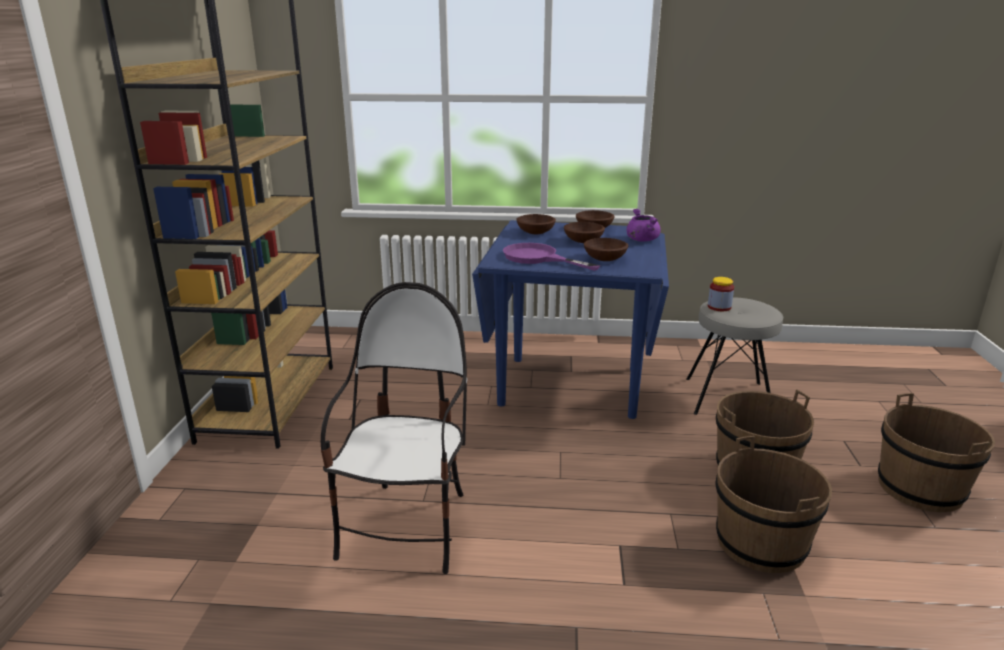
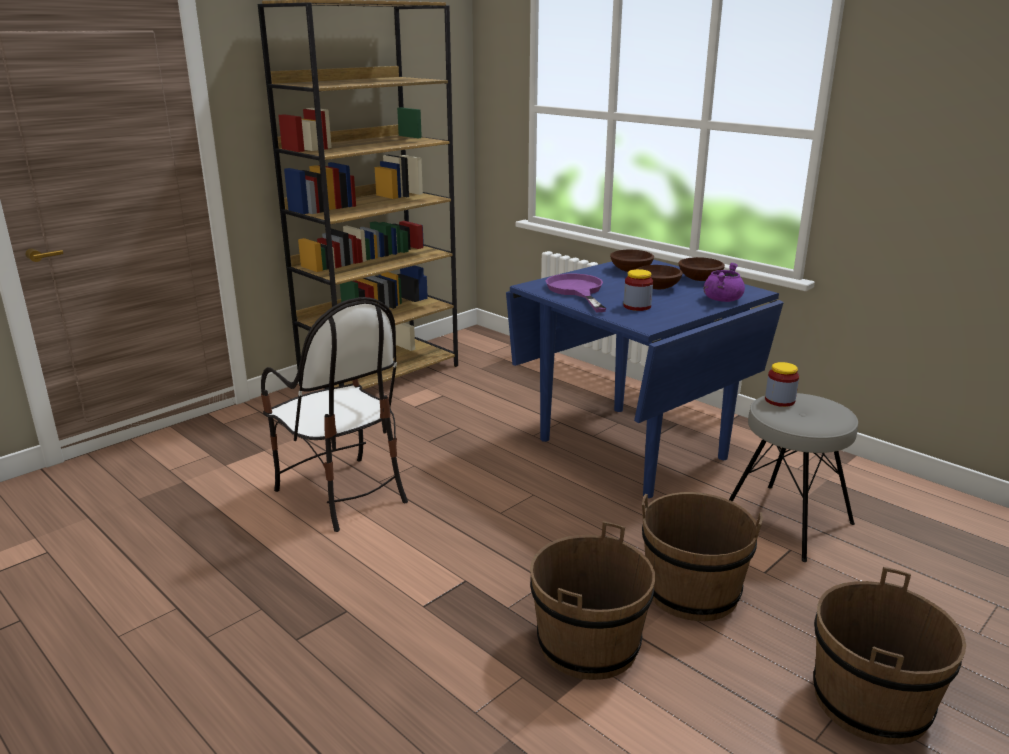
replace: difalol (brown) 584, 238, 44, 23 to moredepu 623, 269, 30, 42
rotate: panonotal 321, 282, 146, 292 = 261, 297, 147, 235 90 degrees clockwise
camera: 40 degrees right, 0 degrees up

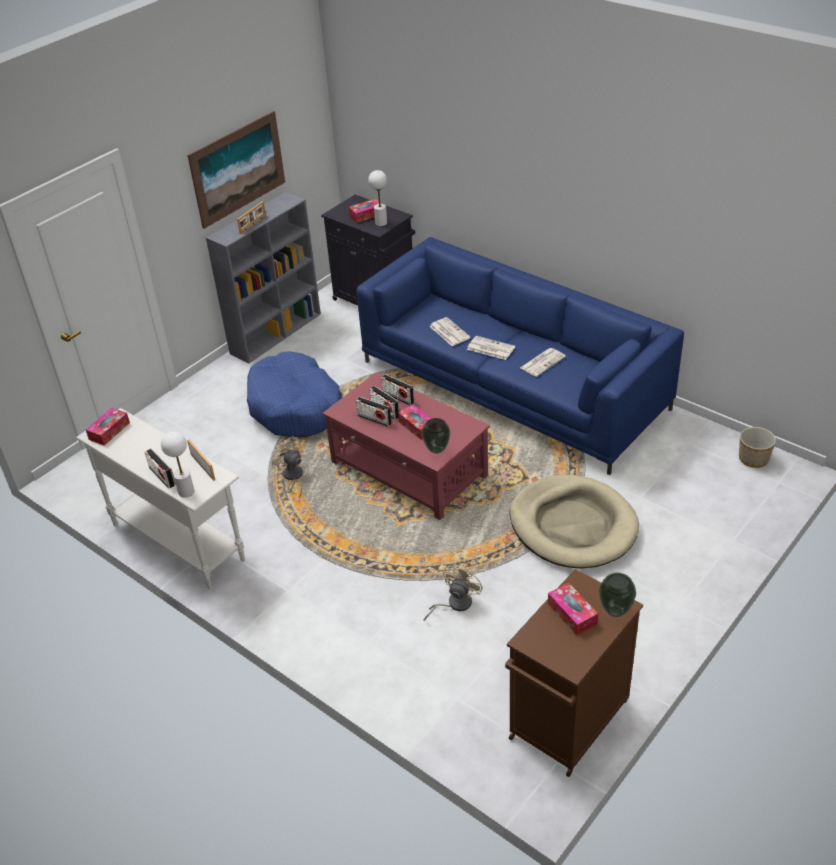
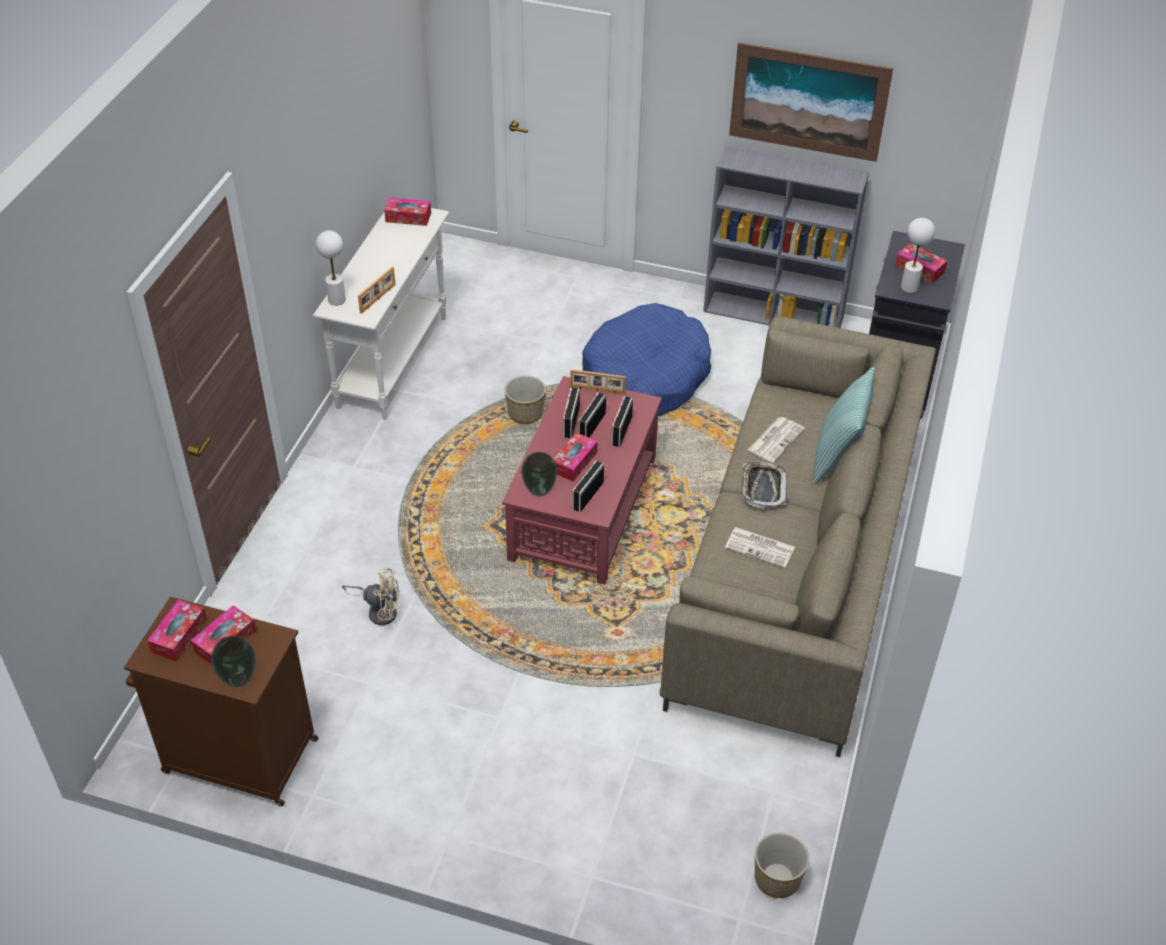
delete: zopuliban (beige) 509, 474, 130, 95
insert: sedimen 147, 599, 60, 63; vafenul 813, 367, 62, 118
move: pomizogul 145, 448, 31, 41 to 572, 460, 32, 52; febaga 237, 201, 29, 33 to 570, 369, 56, 25
replace: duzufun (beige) 271, 436, 32, 62 to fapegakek 505, 375, 41, 49; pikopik 467, 336, 48, 24 to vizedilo 741, 461, 46, 48
recolor: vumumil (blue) 356, 237, 328, 238 to vumumil (beige) 660, 316, 276, 441
camera: 65 degrees right, 5 degrees up

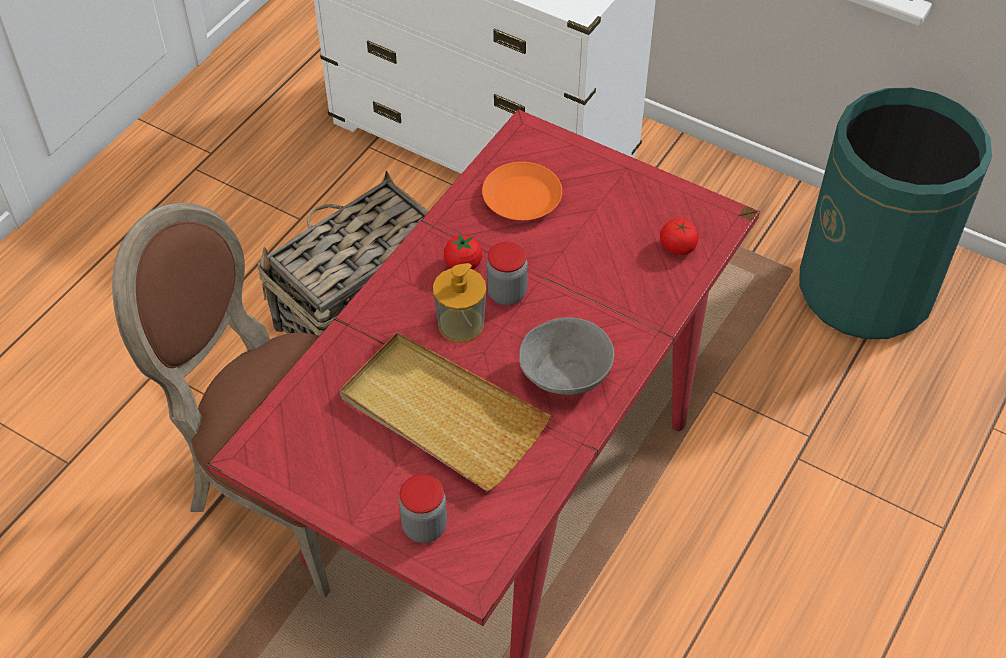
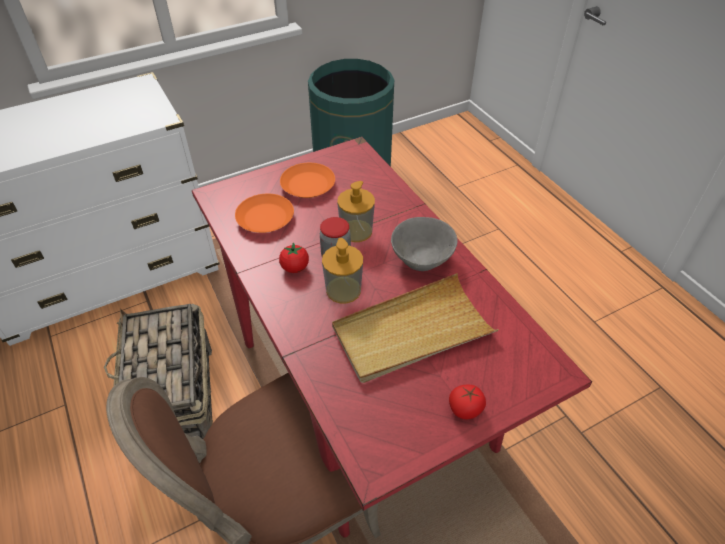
delete: moredepu 399, 474, 48, 69
insert: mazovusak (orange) 280, 163, 55, 35; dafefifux 337, 181, 38, 61
move: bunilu 660, 218, 39, 37 to 449, 385, 37, 34
camera: 60 degrees left, 5 degrees down

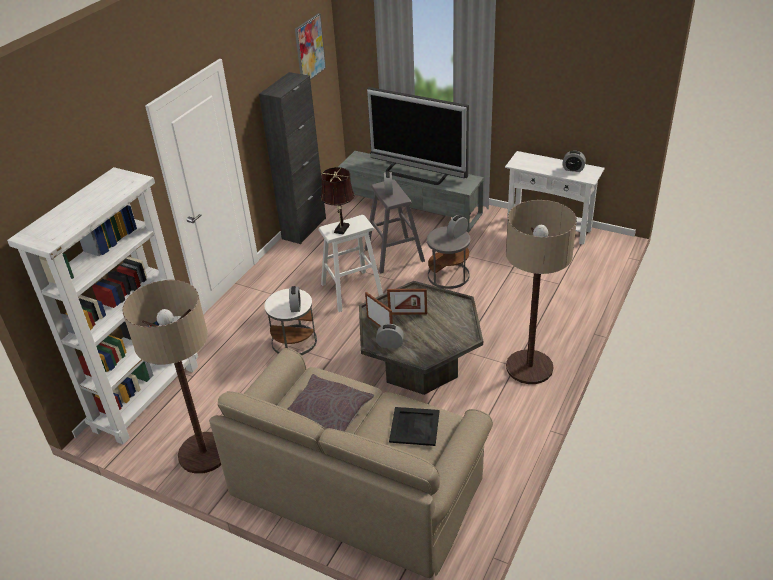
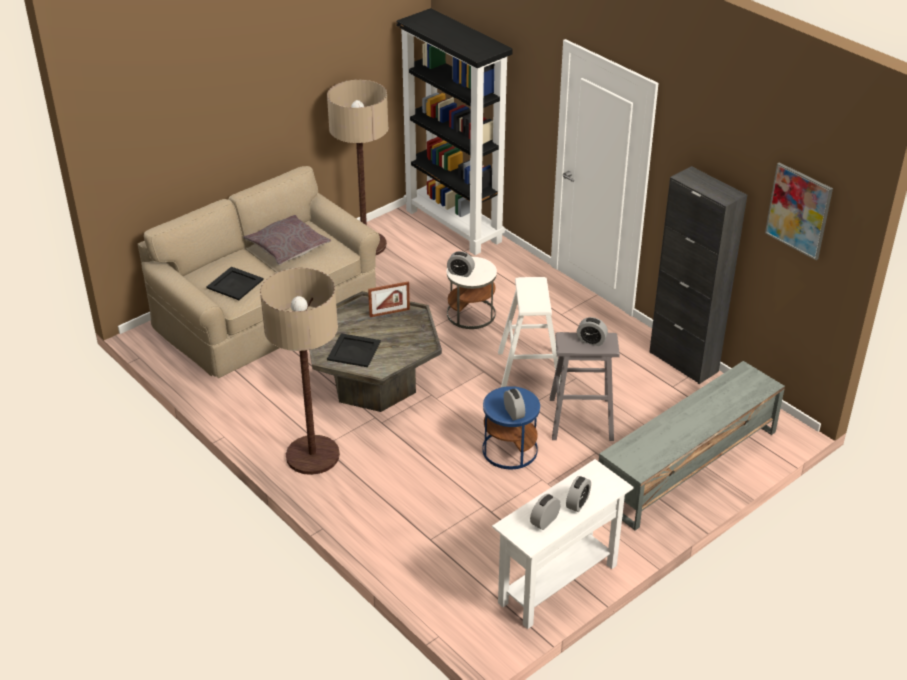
delete: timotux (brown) 321, 167, 34, 67; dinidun 367, 87, 102, 98; febaga 387, 289, 40, 26
insert: vizedilo (black) 327, 333, 54, 34
move: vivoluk 376, 324, 28, 24 to 566, 476, 25, 36
recolor: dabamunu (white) 7, 167, 191, 277 to dabamunu (black) 396, 8, 117, 247; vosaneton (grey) 427, 226, 43, 63 to vosaneton (blue) 482, 386, 58, 83
camera: 110 degrees right, 0 degrees up

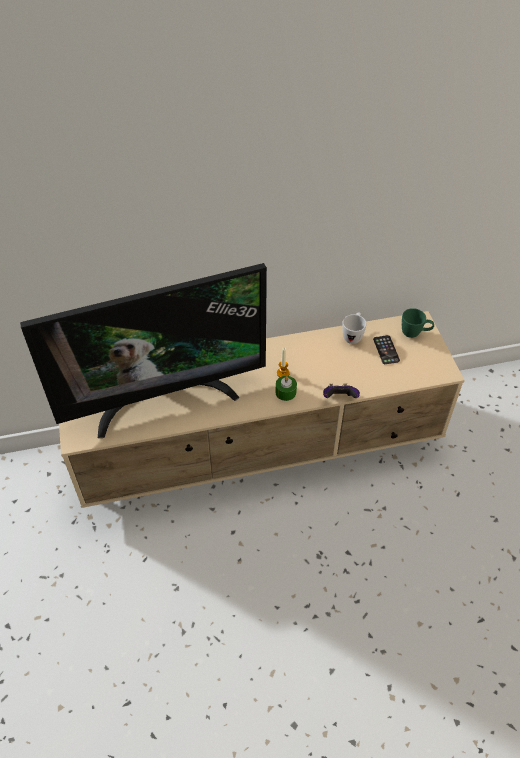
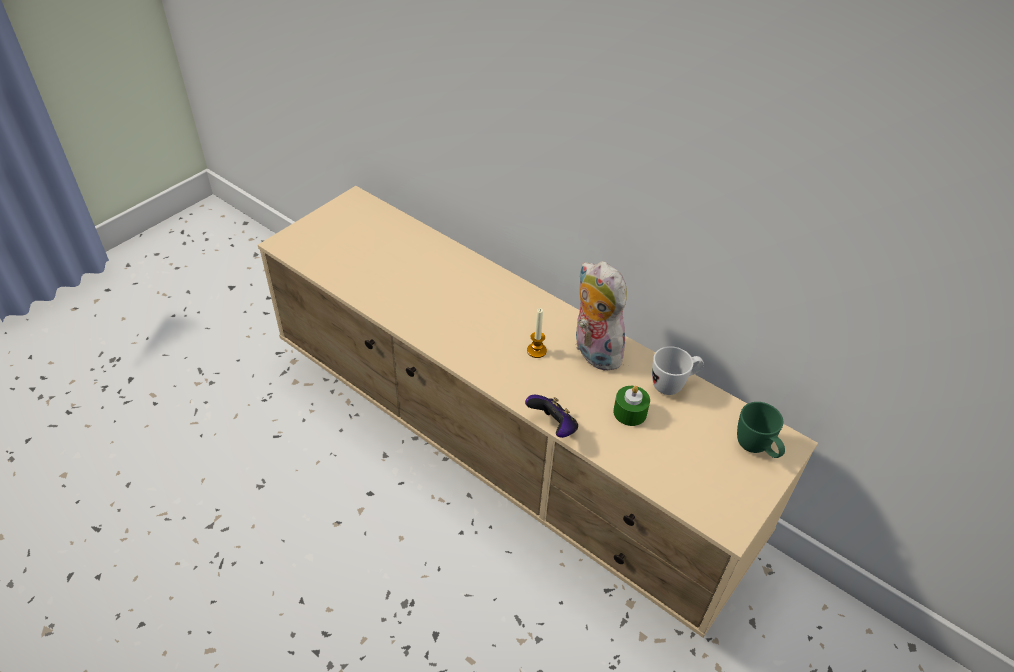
delete: dinidun 20, 263, 247, 175; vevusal 373, 335, 27, 29
insert: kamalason 576, 261, 52, 110
move: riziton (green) 276, 376, 21, 25 to 613, 386, 37, 40
camera: 50 degrees right, 5 degrees down

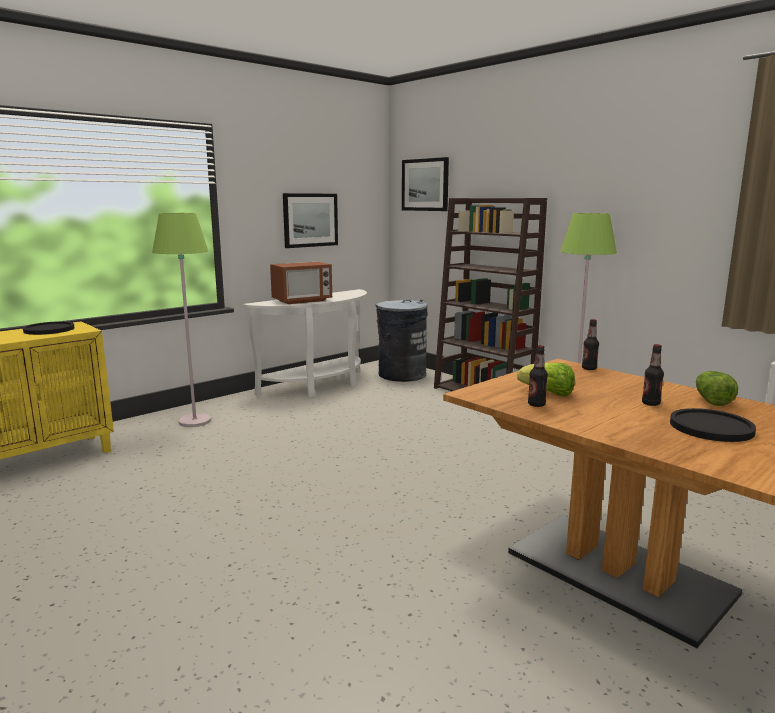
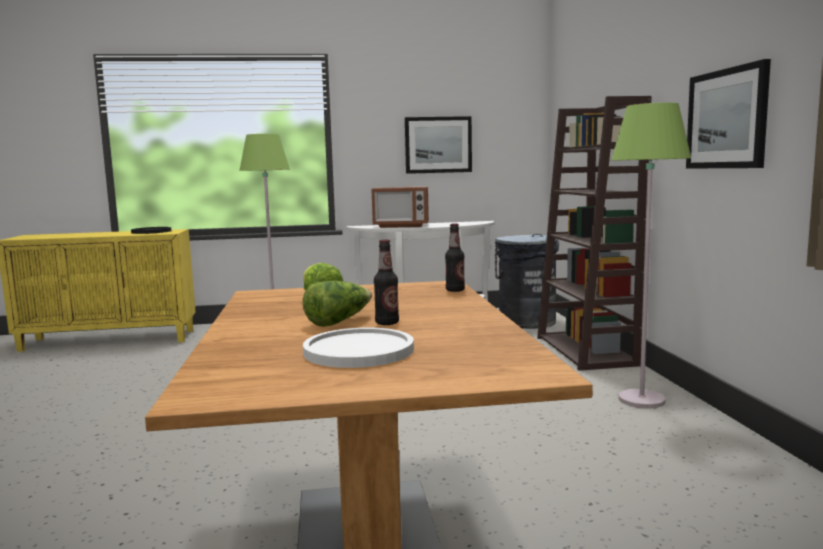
delete: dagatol 528, 345, 20, 62
move: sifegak 402, 157, 47, 54 to 686, 59, 85, 110; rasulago 696, 371, 42, 35 to 303, 281, 69, 46
recolor: mazovusak (black) 670, 408, 86, 34 to mazovusak (white) 303, 327, 111, 41
camera: 35 degrees right, 5 degrees down

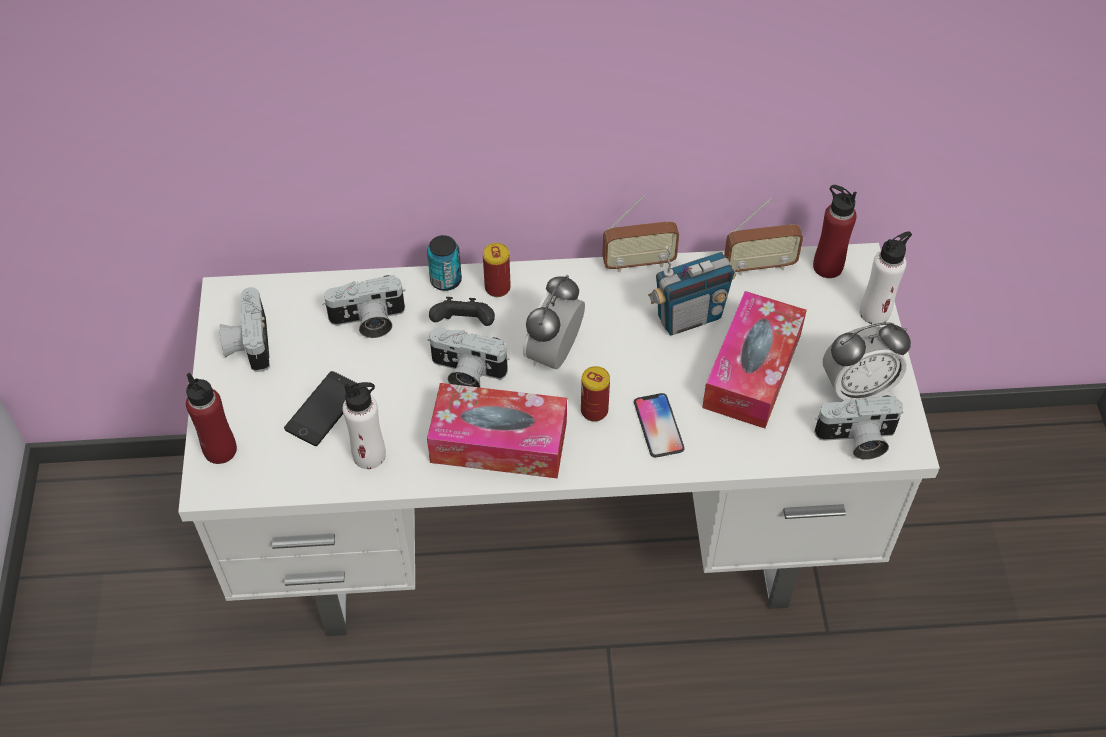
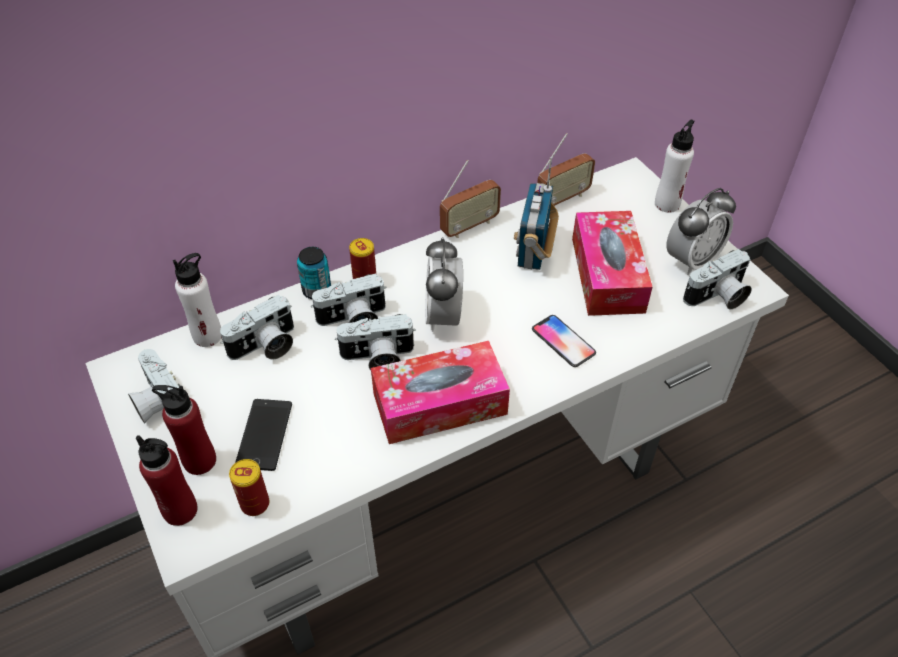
move: dagatol (white) 343, 382, 43, 87 to 173, 253, 49, 94; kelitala 581, 366, 29, 56 to 229, 459, 40, 57; dagatol (red) 813, 185, 44, 93 to 152, 385, 64, 90
replace: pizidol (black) 429, 297, 66, 29 to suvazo 311, 274, 75, 52
rotate: pomizogul 648, 246, 88, 89 = 514, 157, 45, 113 150 degrees clockwise
camera: 25 degrees left, 5 degrees down

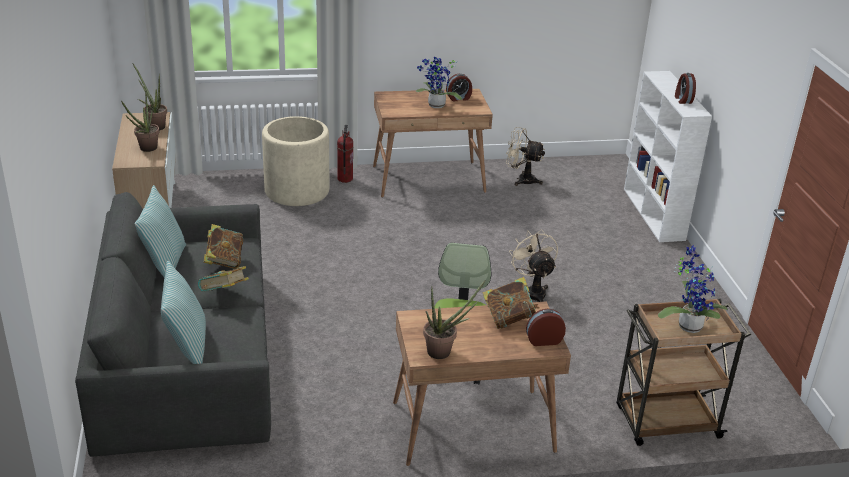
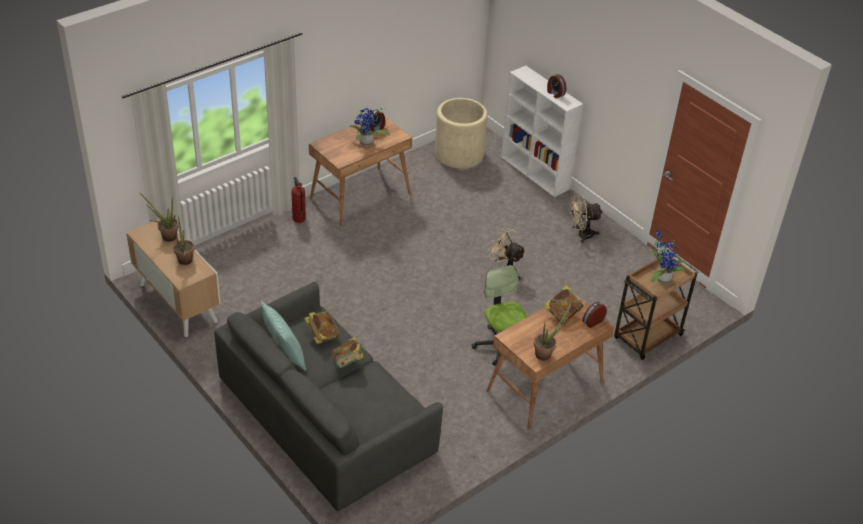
delete: vafenul 161, 261, 45, 103
move: fapegakek (beige) 262, 116, 68, 90 to 435, 98, 52, 71; duzufun (beige) 506, 127, 39, 59 to 569, 195, 34, 48
camera: 30 degrees left, 10 degrees up

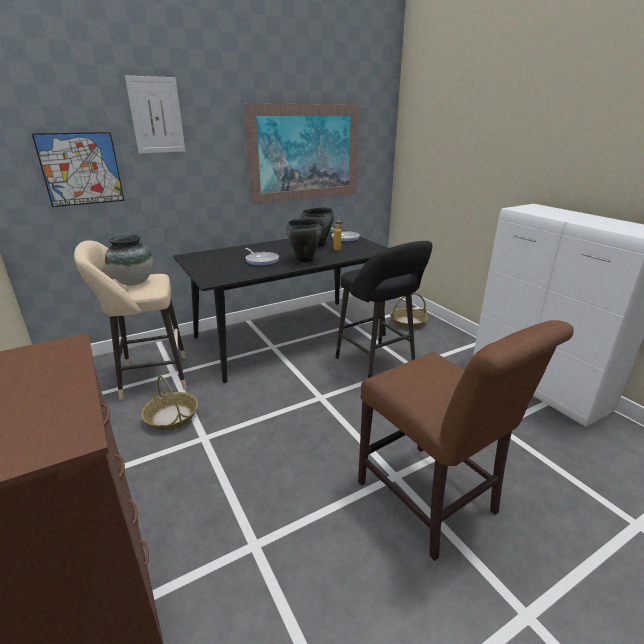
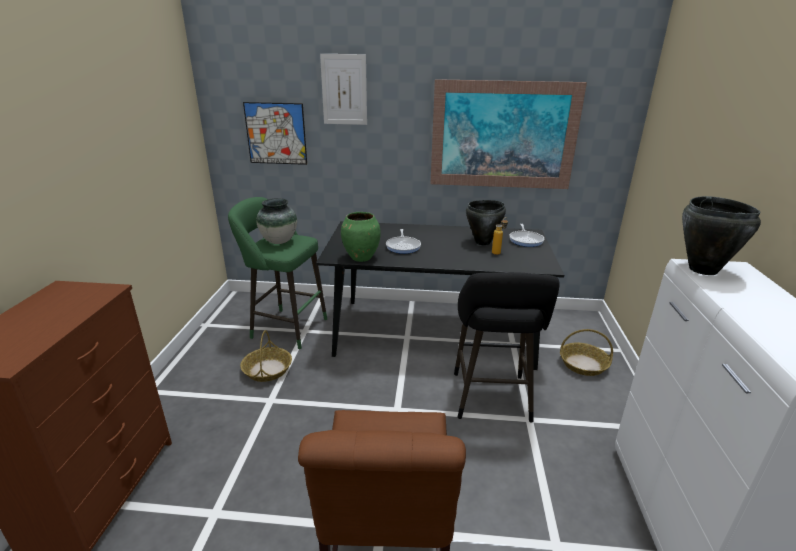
insert: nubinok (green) 341, 212, 40, 50
move: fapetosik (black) 286, 219, 37, 44 to 682, 196, 79, 79
recolor: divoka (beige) 74, 240, 113, 160 to divoka (green) 228, 197, 99, 152
camera: 35 degrees right, 0 degrees up

